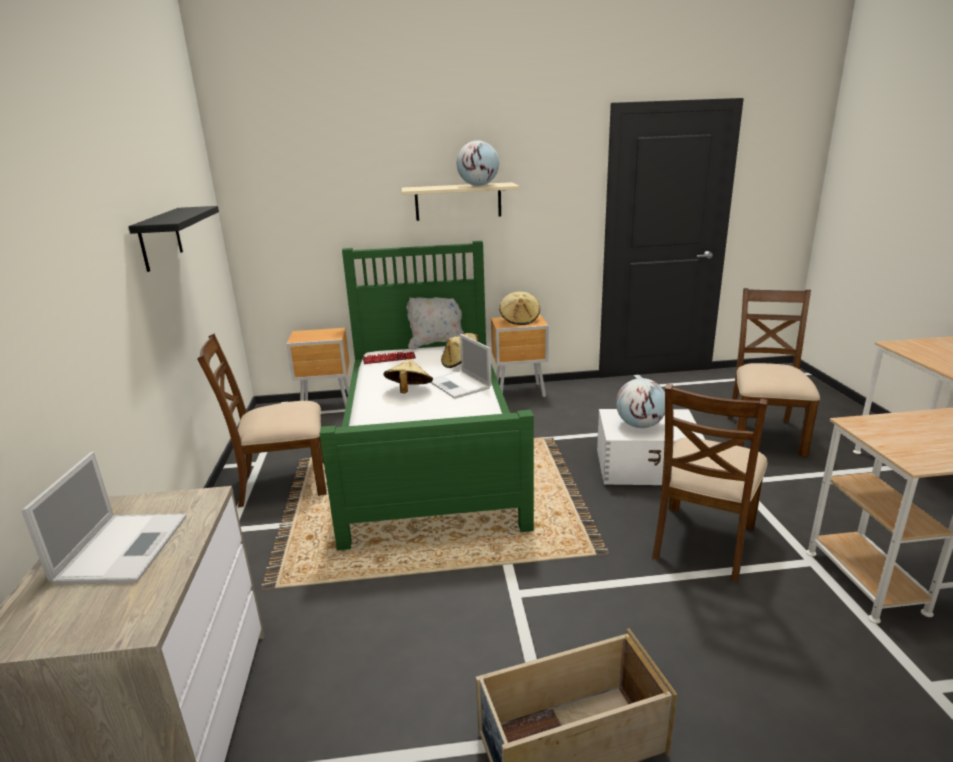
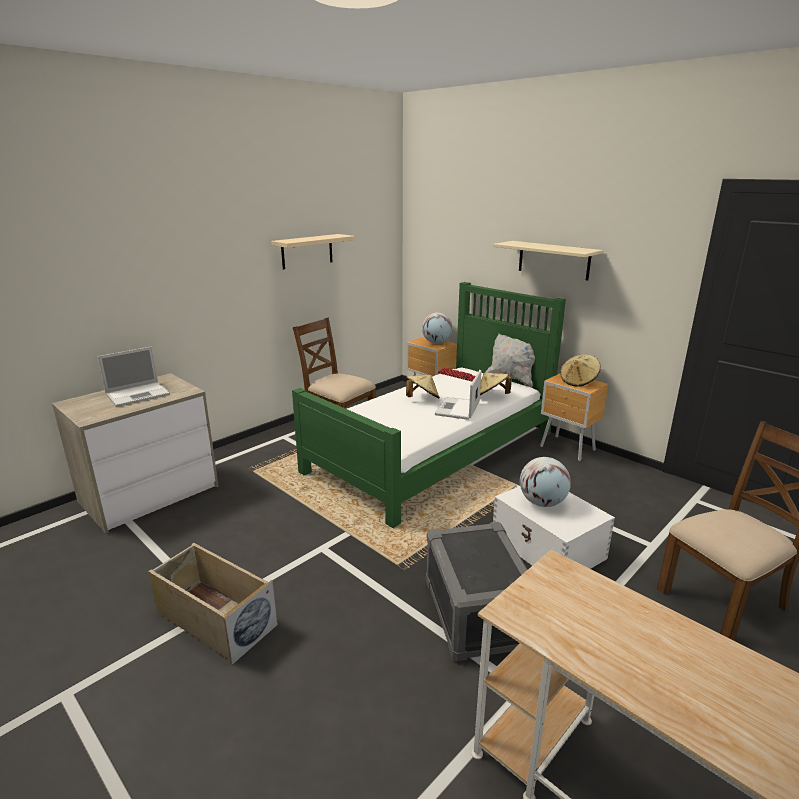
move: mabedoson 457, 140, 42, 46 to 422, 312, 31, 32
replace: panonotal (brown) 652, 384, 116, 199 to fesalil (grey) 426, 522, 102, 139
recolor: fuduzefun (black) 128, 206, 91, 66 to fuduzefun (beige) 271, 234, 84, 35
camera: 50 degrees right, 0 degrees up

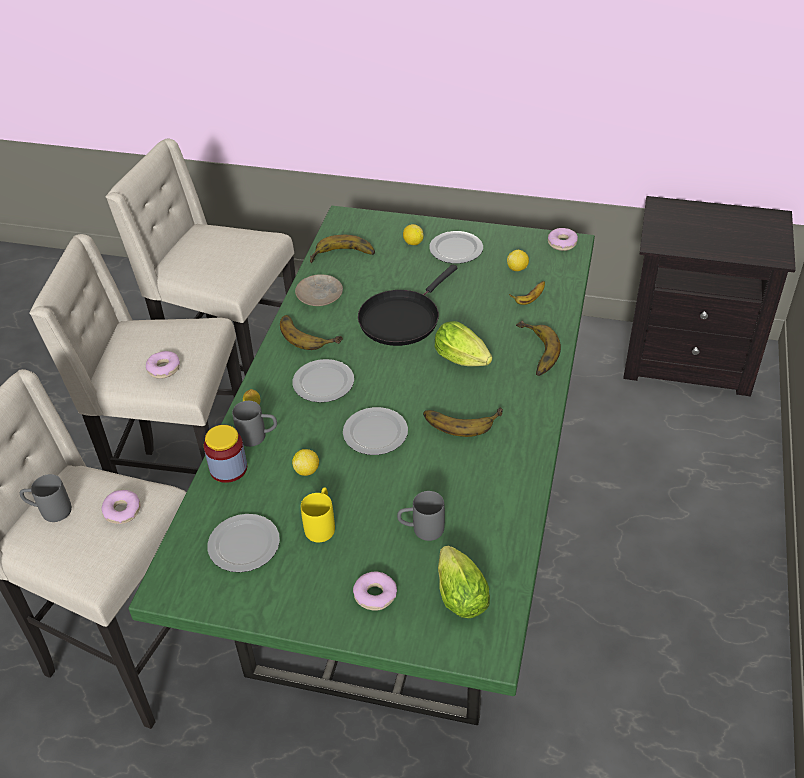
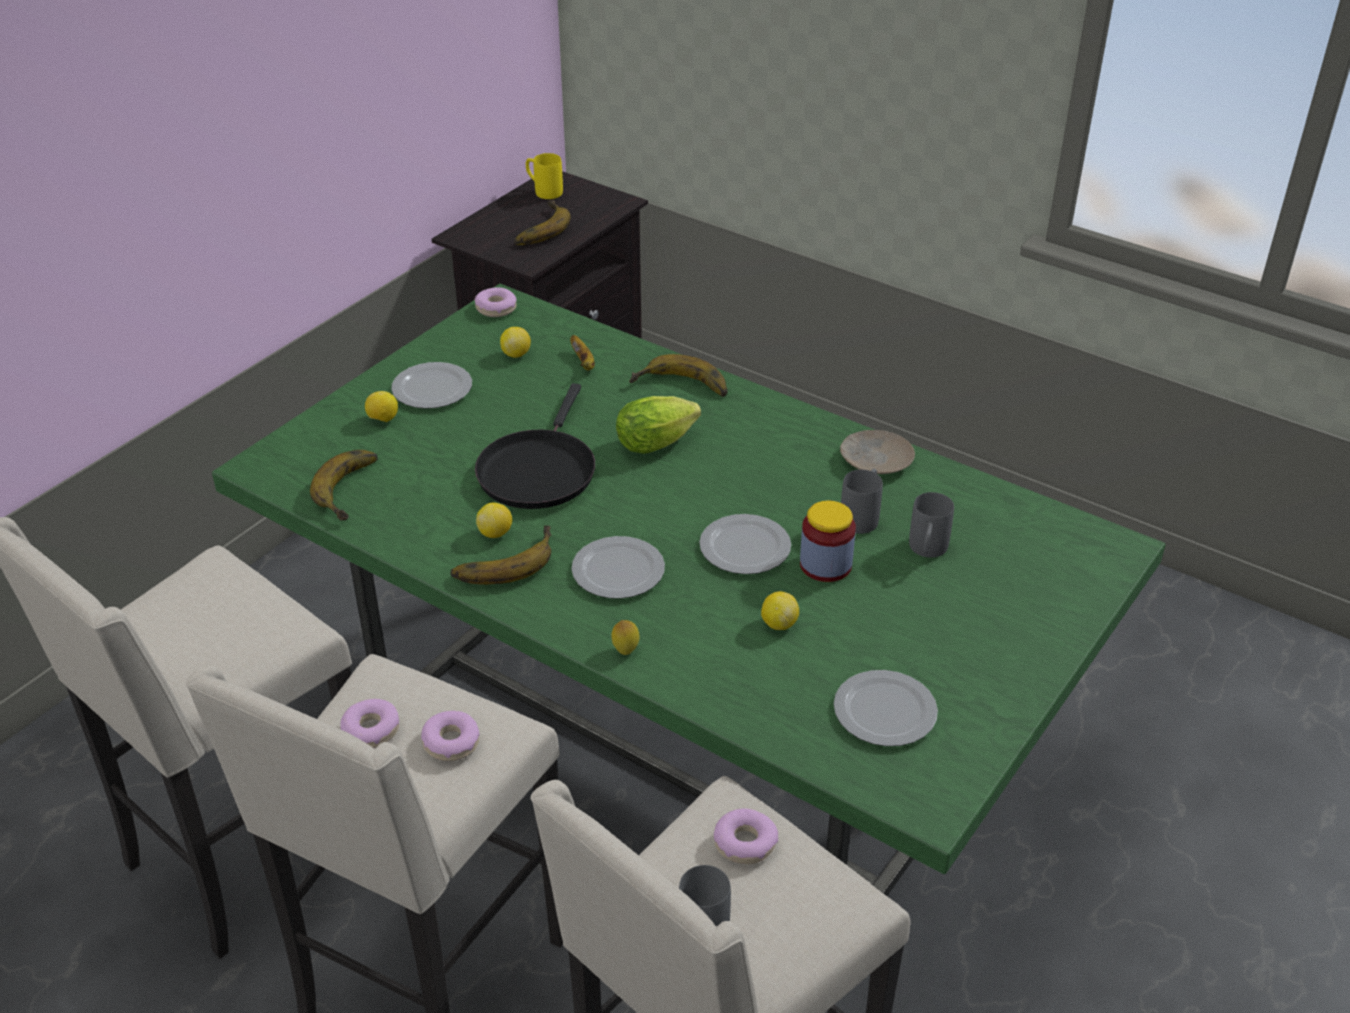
delete: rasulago 438, 546, 52, 72
insert: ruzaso 476, 503, 36, 35
move: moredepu 204, 425, 43, 58 to 800, 501, 56, 81; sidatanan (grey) 232, 401, 45, 46 to 841, 469, 42, 65; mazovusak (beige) 295, 275, 48, 31 to 840, 430, 75, 44; sidatanan (yellow) 301, 487, 34, 55 to 526, 153, 37, 46; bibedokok 353, 572, 44, 39 to 341, 699, 58, 49; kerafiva 423, 407, 80, 30 to 514, 200, 57, 45
rotate: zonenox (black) 358, 264, 99, 82 = 475, 383, 120, 126 45 degrees clockwise
camera: 70 degrees left, 5 degrees down

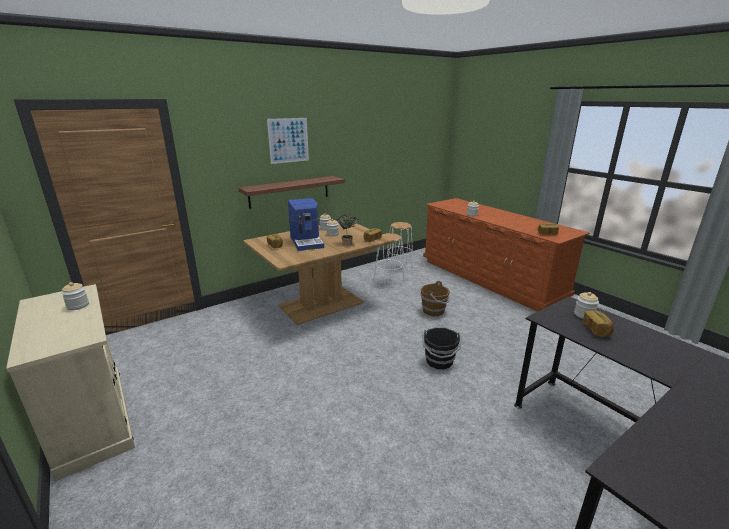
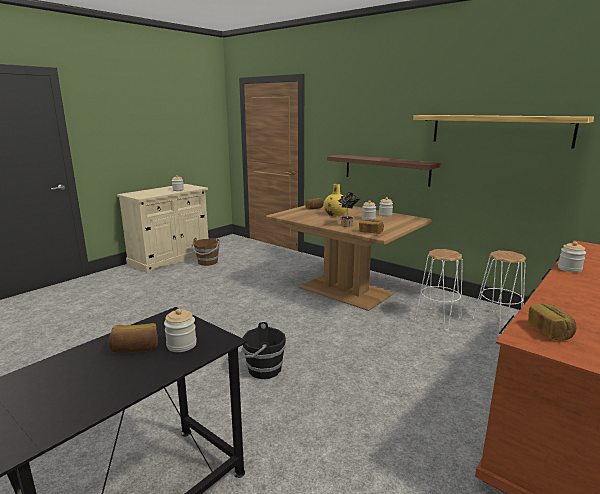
delete: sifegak 267, 118, 42, 46
insert: fuduzefun 413, 115, 181, 33
move: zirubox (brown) 421, 281, 29, 35 to 192, 238, 28, 28
replace: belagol 288, 198, 36, 53 to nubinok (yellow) 323, 184, 24, 32
camera: 75 degrees right, 5 degrees down

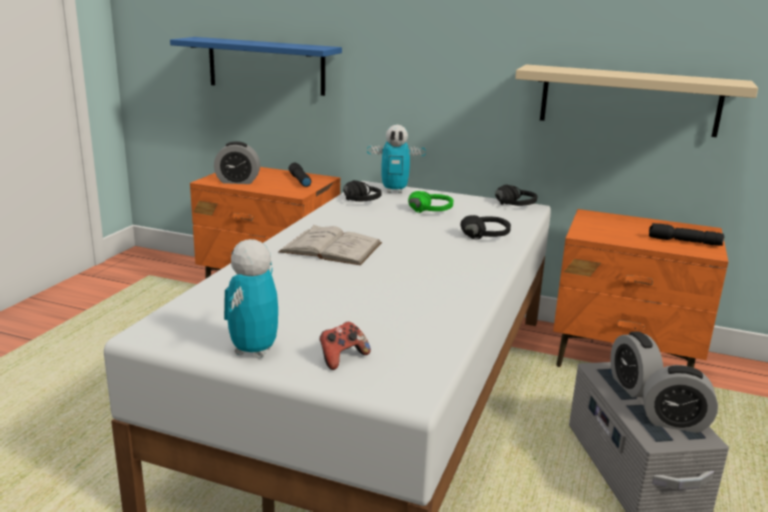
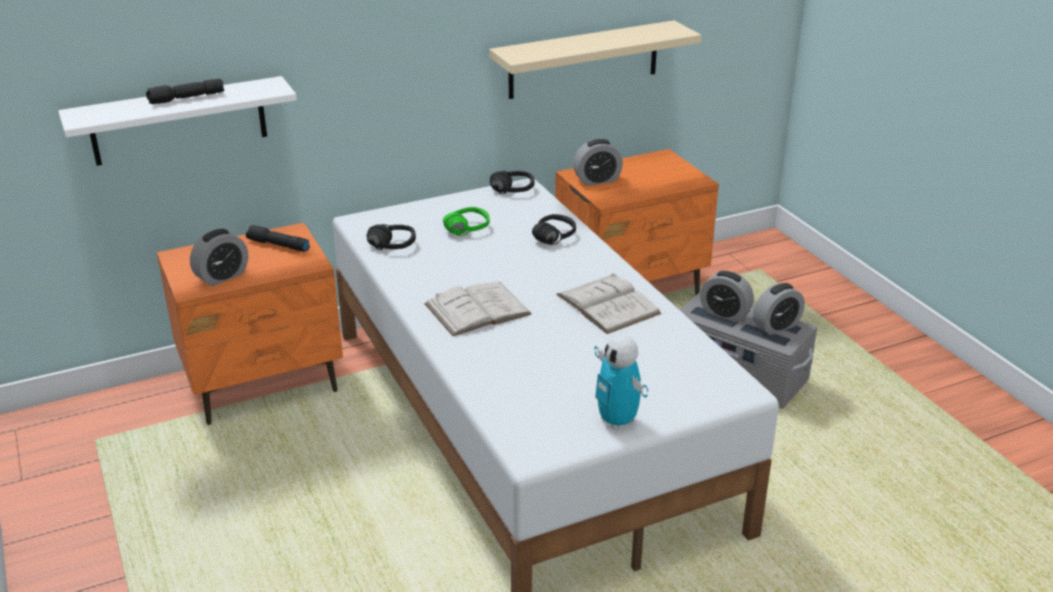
delete: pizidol 320, 322, 51, 48; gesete 367, 125, 59, 68
insert: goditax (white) 556, 273, 106, 61; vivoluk 573, 139, 50, 47
move: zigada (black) 649, 223, 75, 23 to 146, 79, 78, 25
recolor: fuduzefun (blue) 170, 37, 172, 59 to fuduzefun (white) 58, 76, 239, 90
camera: 45 degrees left, 10 degrees up

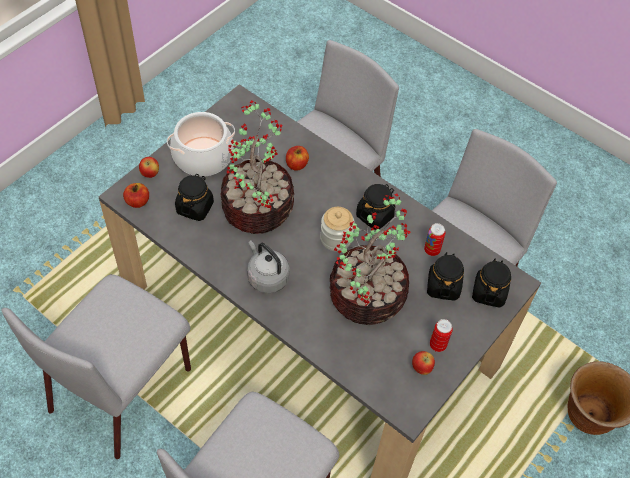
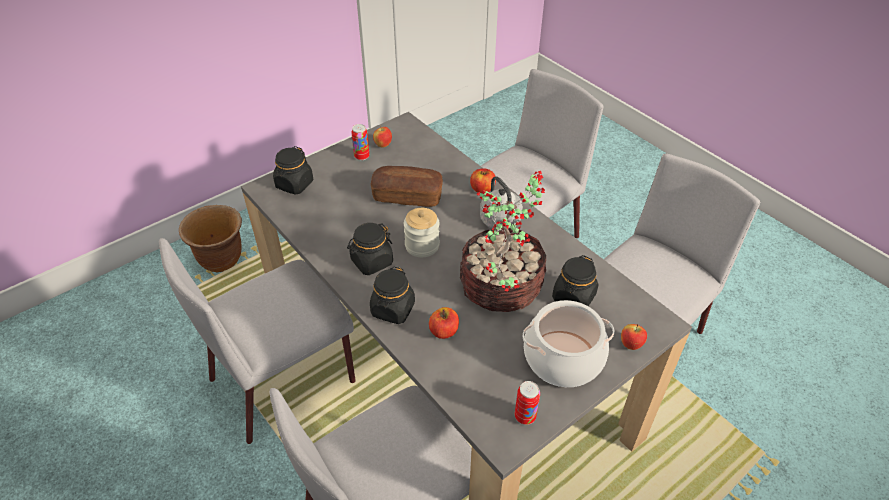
move: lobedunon 123, 183, 26, 25 to 470, 168, 26, 25; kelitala 424, 223, 21, 33 to 515, 381, 25, 44; moredepu (black) 427, 252, 37, 49 to 370, 267, 45, 57
replace: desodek 330, 193, 81, 132 to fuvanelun 371, 166, 72, 41
camera: 165 degrees left, 10 degrees down

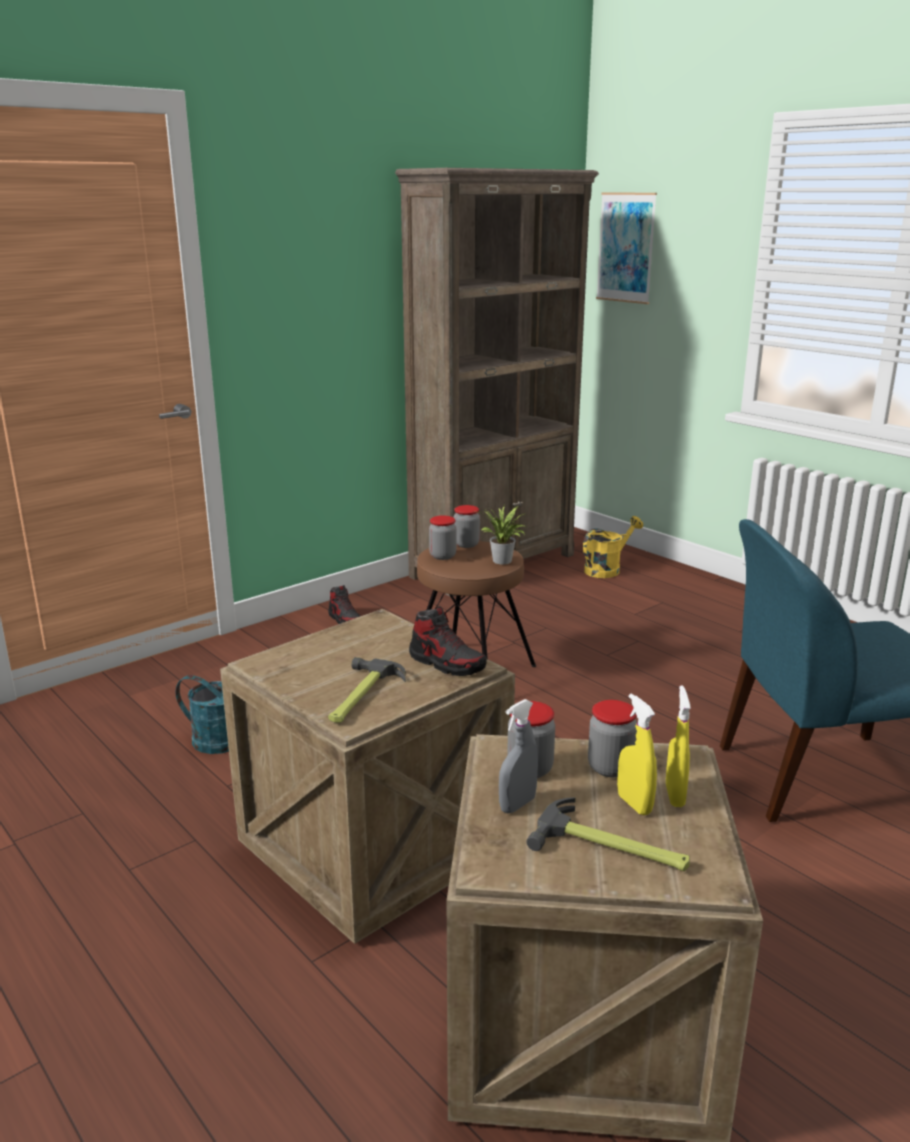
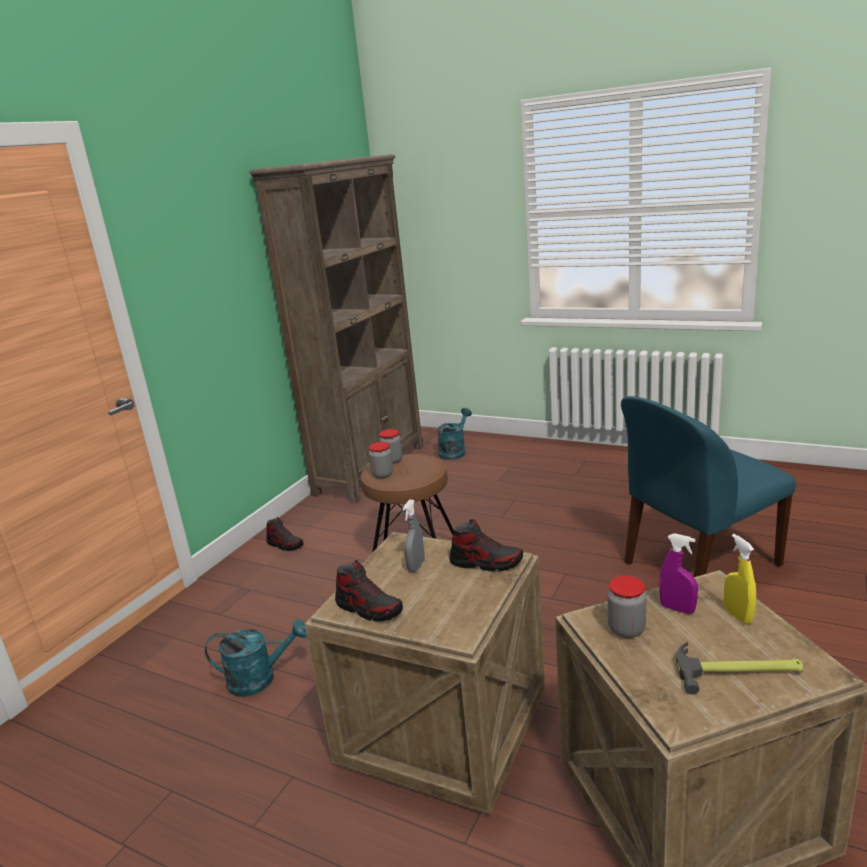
delete: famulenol 328, 657, 78, 66; desodek 479, 504, 48, 60; sifegak 596, 193, 61, 111; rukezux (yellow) 617, 693, 40, 122
insert: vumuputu 335, 560, 68, 62
move: rukezux (grey) 499, 699, 39, 114 to 402, 499, 23, 73
replace: moredepu 588, 700, 49, 77 to rukezux (purple) 659, 533, 39, 81
recolor: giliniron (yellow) 583, 516, 60, 62 to giliniron (turquoise) 437, 408, 35, 52
camera: 20 degrees left, 0 degrees up

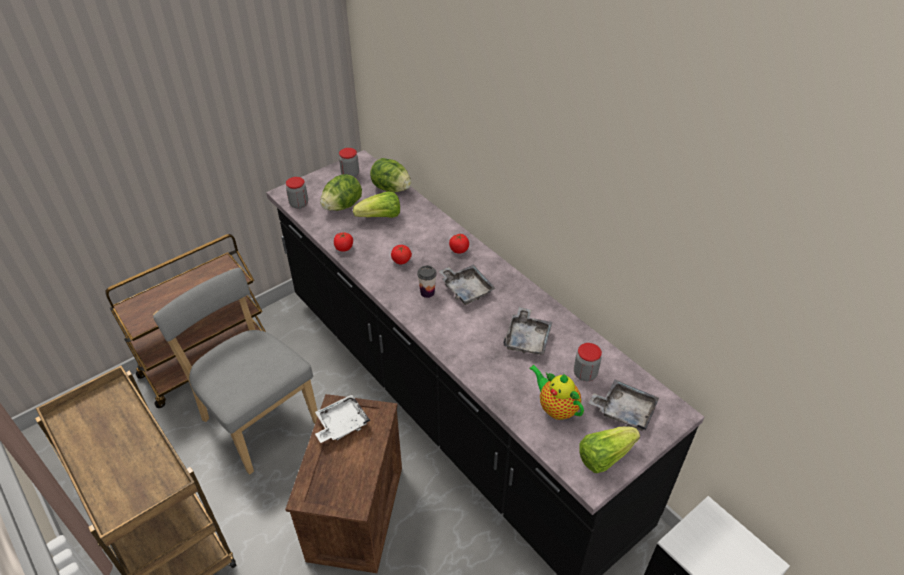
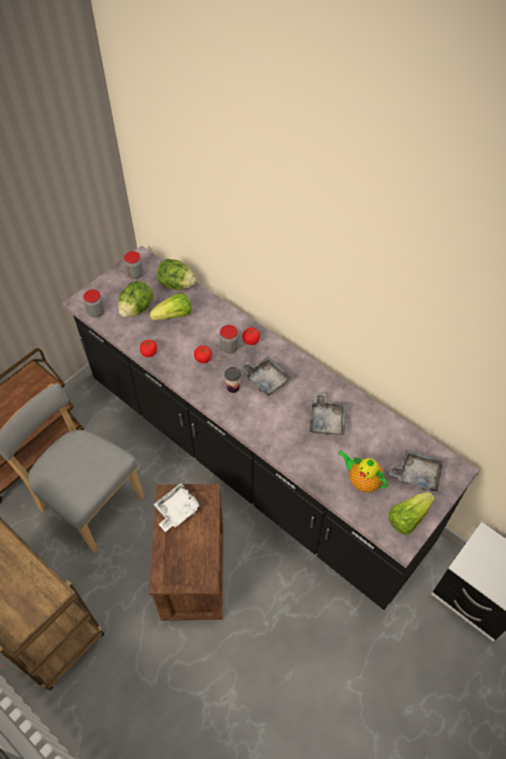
move: moredepu 574, 343, 28, 38 to 220, 325, 19, 29
camera: 10 degrees left, 10 degrees up

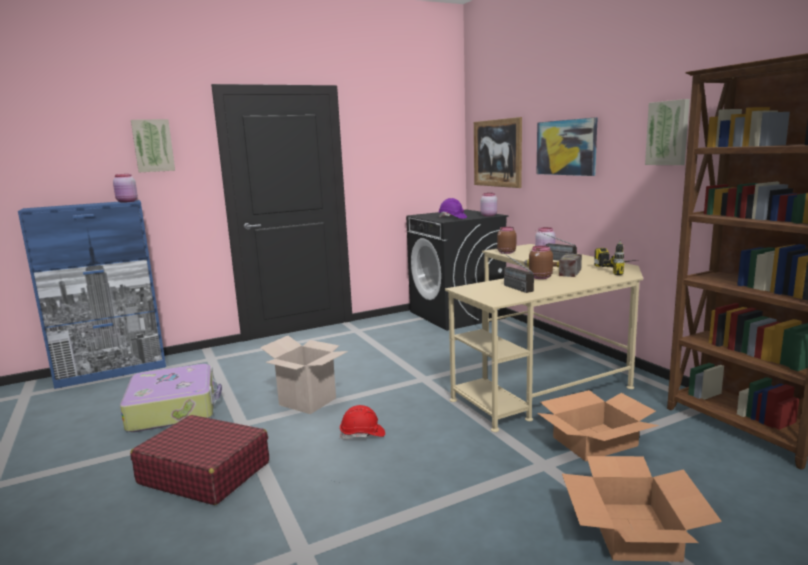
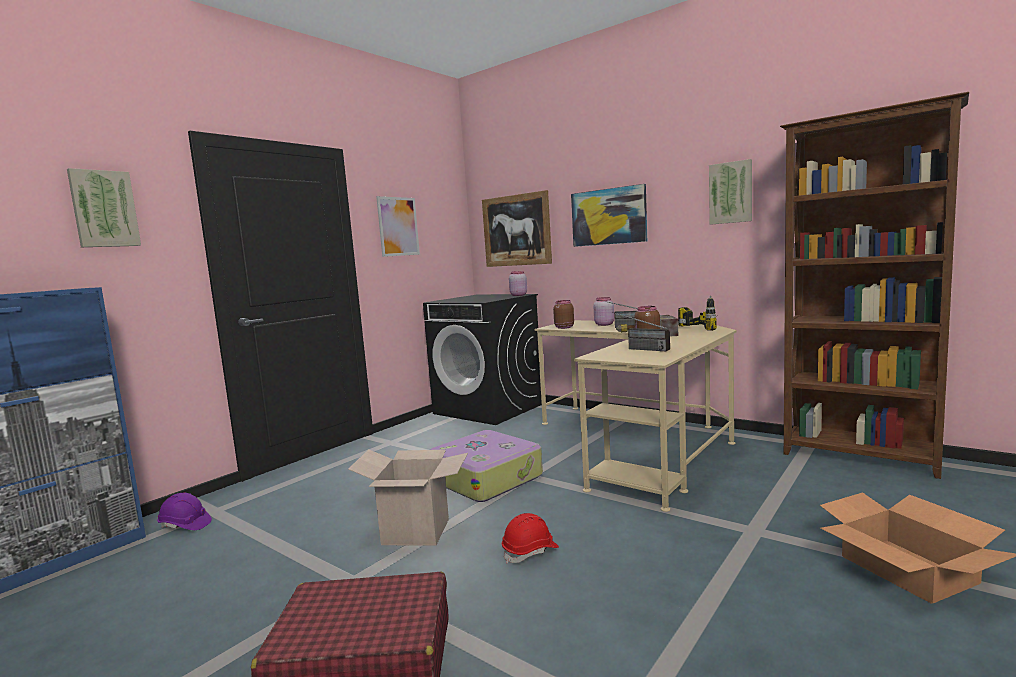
delete: moredepu (pink) 113, 174, 25, 29; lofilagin 537, 390, 122, 71
insert: sifegak 376, 196, 44, 61
move: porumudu 120, 364, 102, 68 to 430, 430, 113, 72; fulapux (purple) 439, 198, 28, 21 to 157, 493, 55, 37
camera: 25 degrees left, 5 degrees down

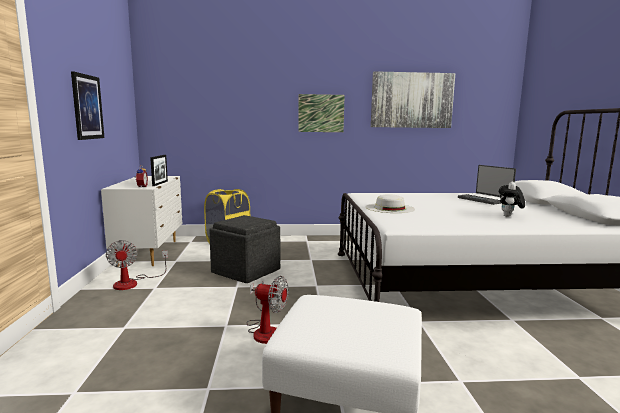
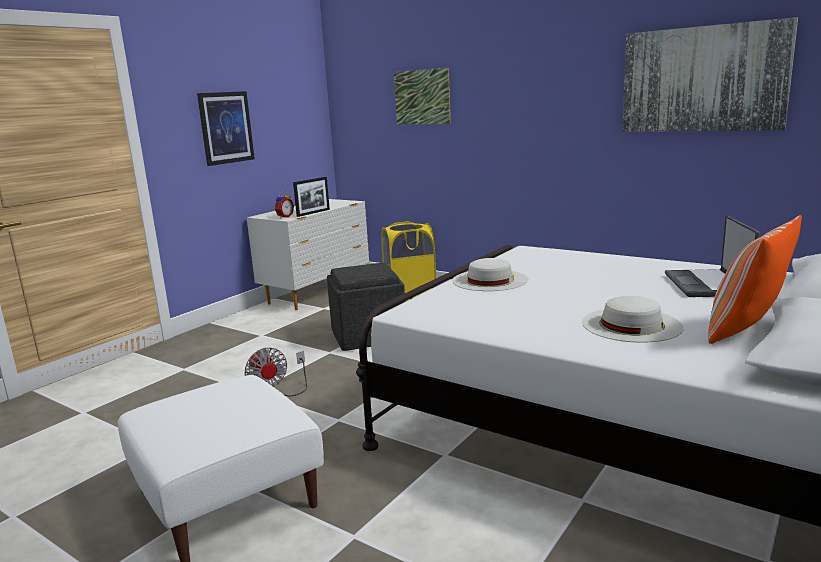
delete: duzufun 106, 240, 62, 50
insert: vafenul 708, 215, 94, 129
move: sifegak 298, 94, 47, 38 to 394, 68, 57, 57
replace: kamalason 499, 181, 26, 36 to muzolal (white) 582, 296, 102, 47
camera: 40 degrees right, 5 degrees up

